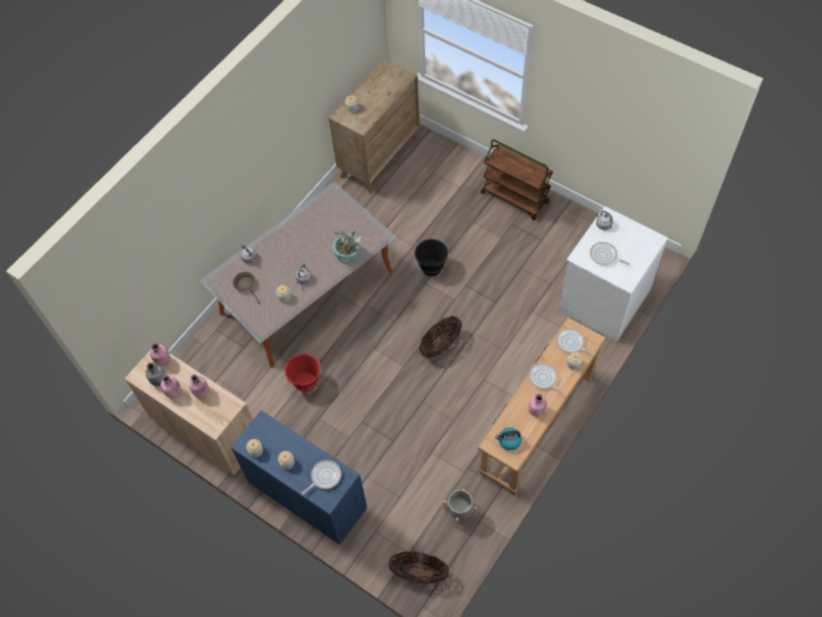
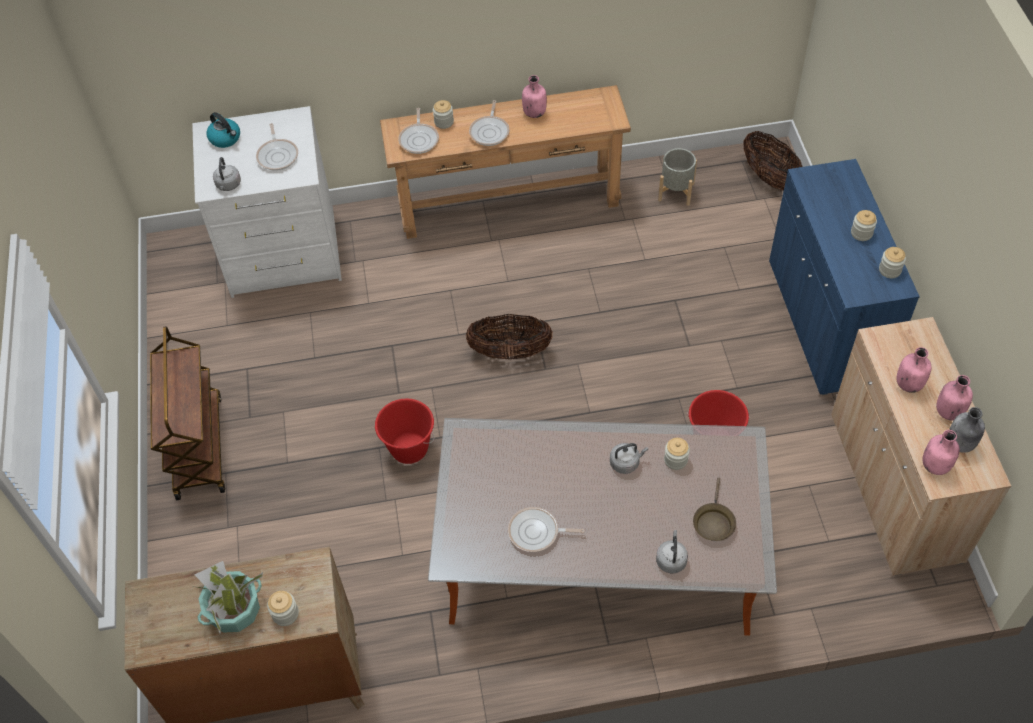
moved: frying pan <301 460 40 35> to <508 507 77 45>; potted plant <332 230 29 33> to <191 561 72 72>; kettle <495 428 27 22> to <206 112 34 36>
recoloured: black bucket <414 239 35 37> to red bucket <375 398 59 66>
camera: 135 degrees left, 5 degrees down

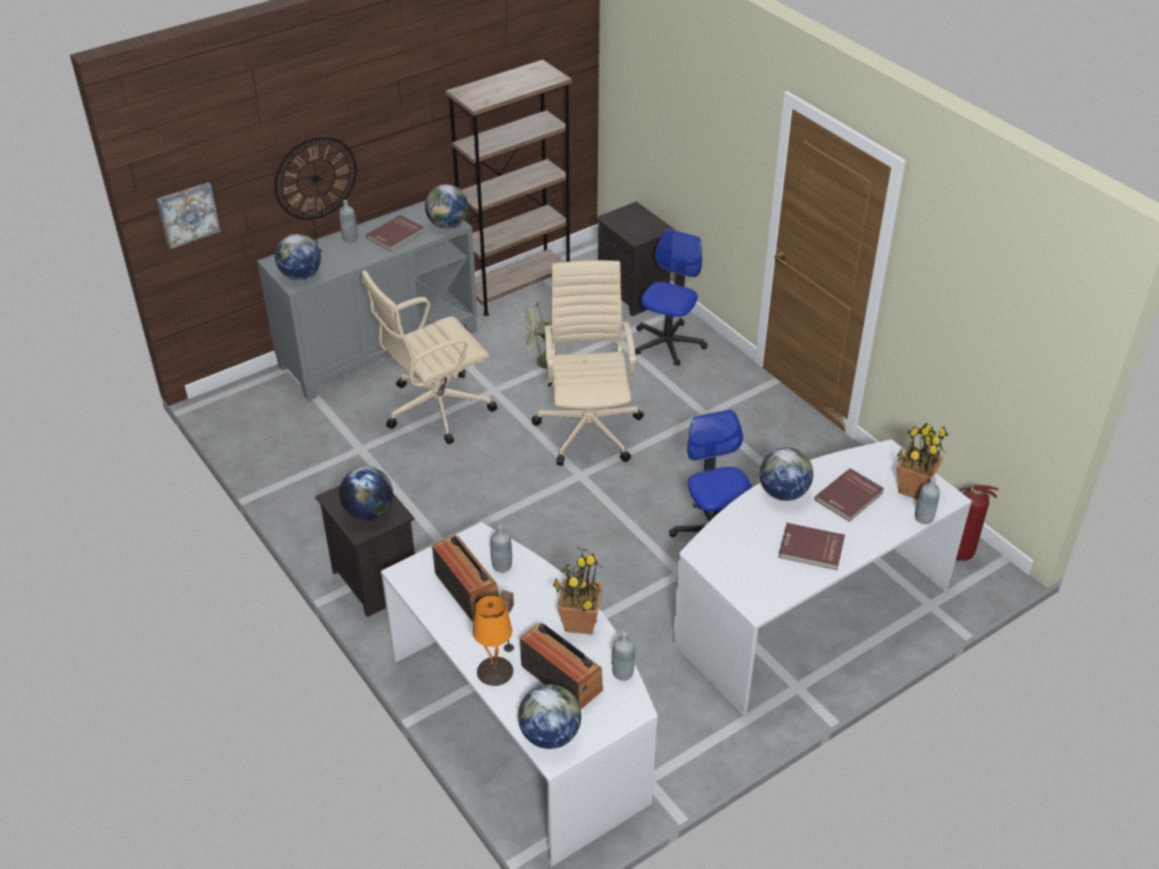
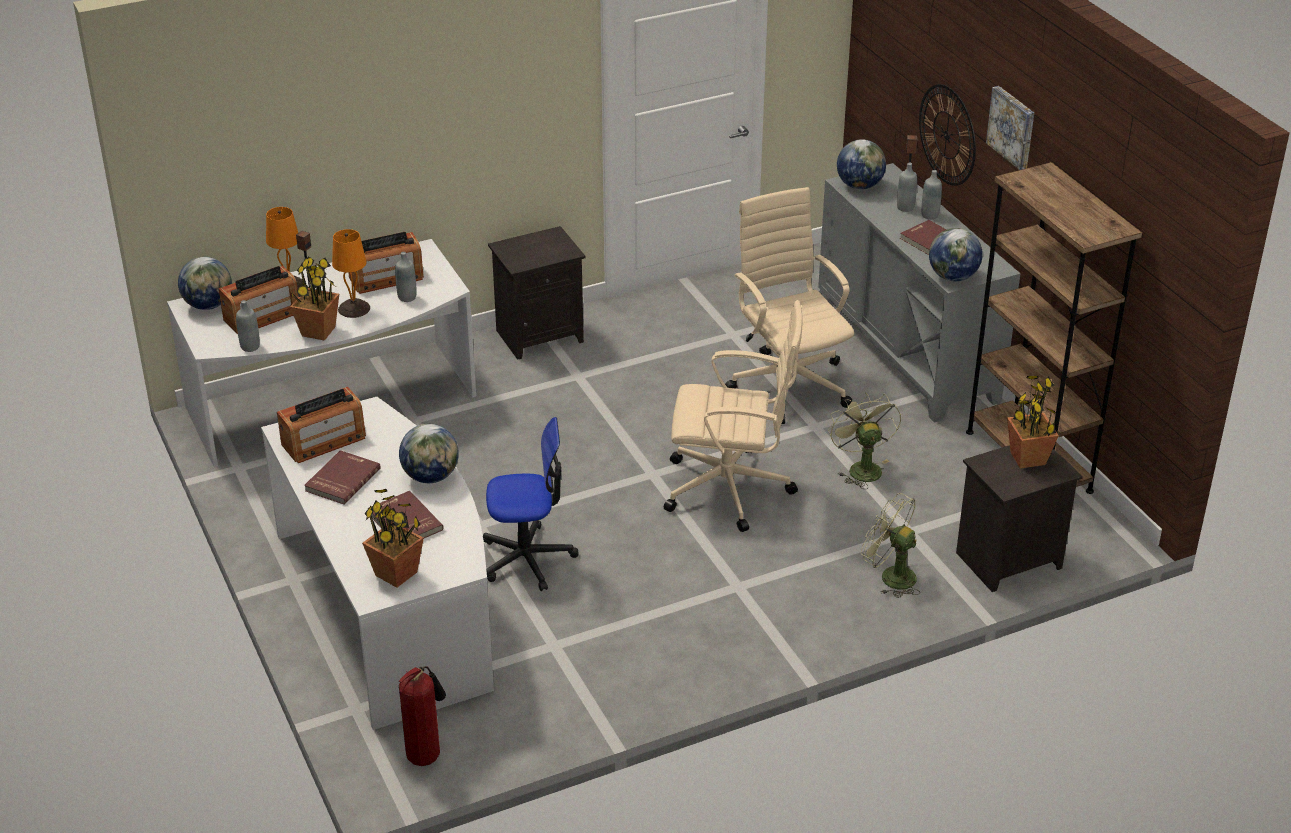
removed: globe <339 466 54 54>
added: radio <277 387 89 76>; orange table lamp <332 229 38 89>; potted plant <1007 376 52 92>
moved: picture <156 182 65 67> to <986 86 48 84>; grey bottle <915 477 25 47> to <897 162 20 50>
replaced: office chair <635 229 72 137> to green fan <861 493 59 105>
camera: 100 degrees right, 5 degrees down

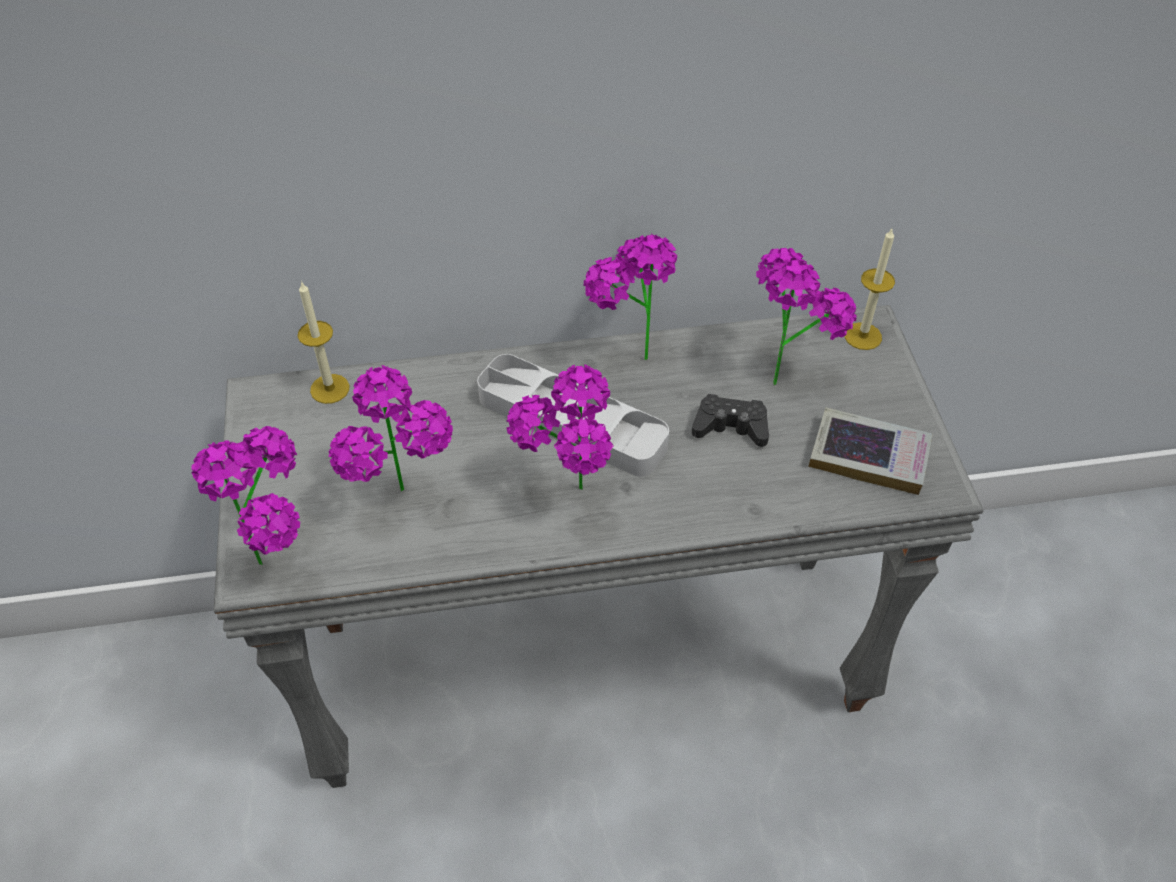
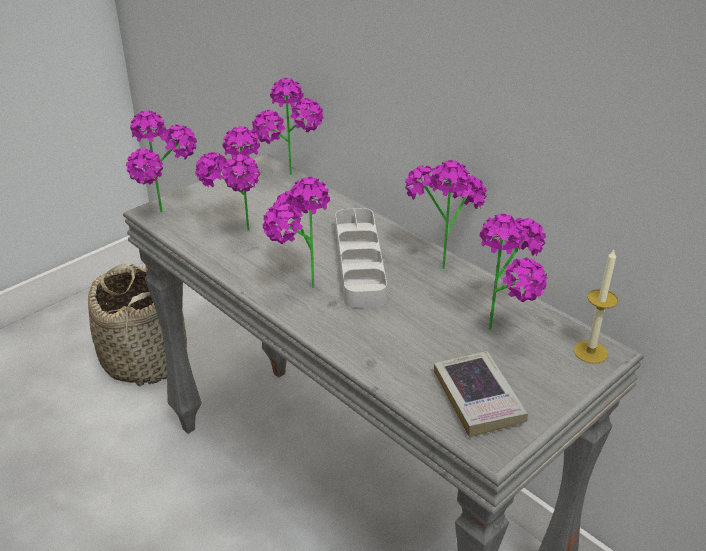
removed: black game controller <692 394 77 53>
added: basket <88 263 99 124>
replaced: candle <298 281 52 123> to potted plant <252 78 72 97>
camera: 55 degrees right, 15 degrees down

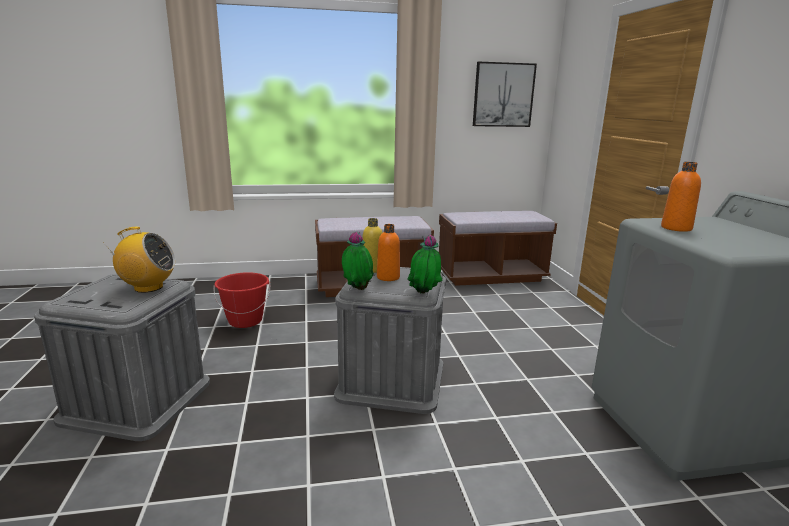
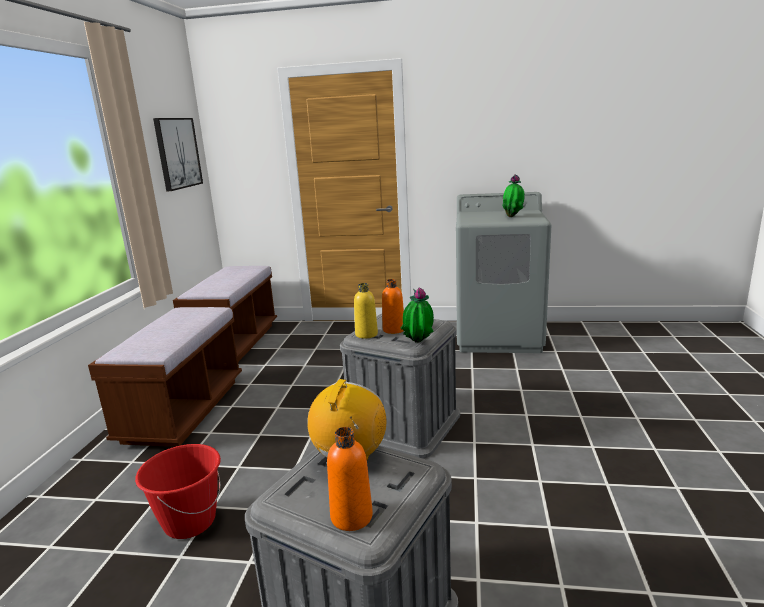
moved: potted plant <407 234 36 59> to <502 174 23 43>; orange bottle <661 162 40 70> to <327 427 46 104>
camera: 70 degrees left, 0 degrees up

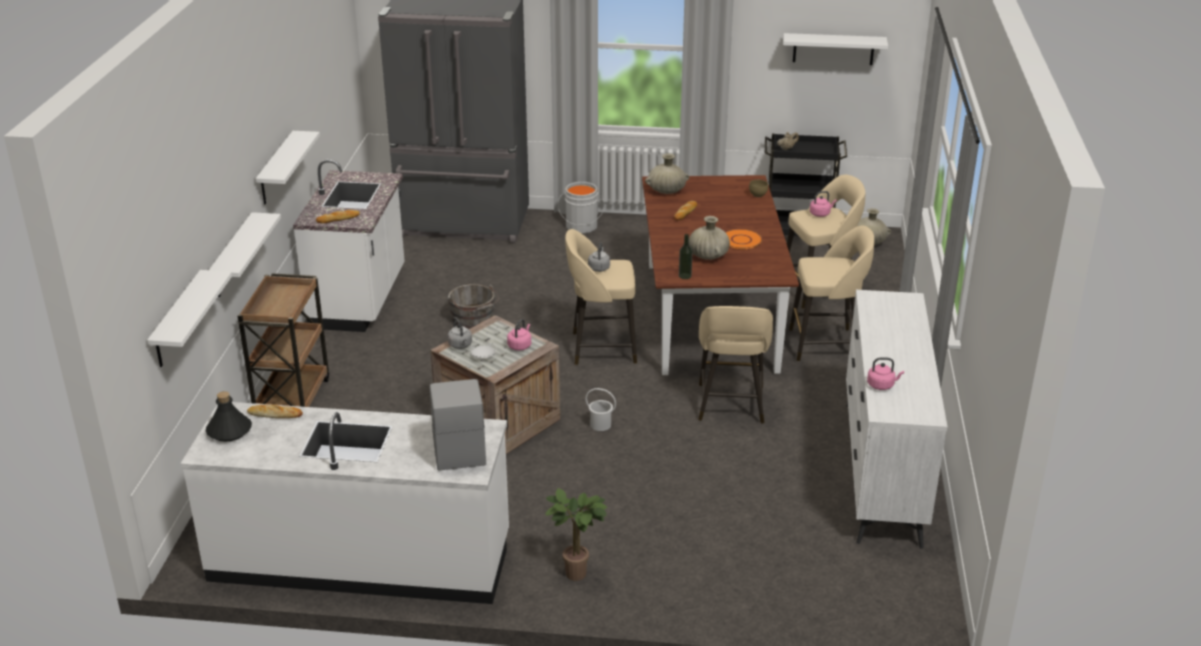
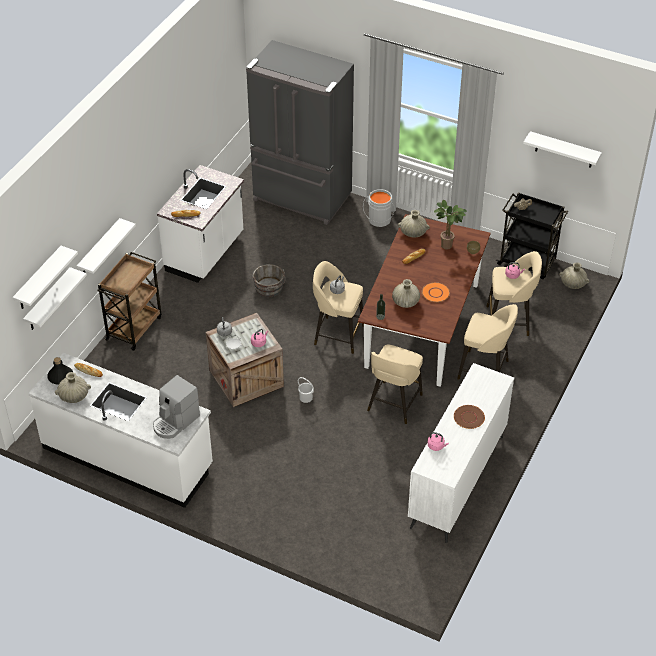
added: beige vase <55 372 36 31>; brown plate <454 405 31 24>
moved: white shelf <256 131 64 73> to <12 246 66 63>; potted plant <546 488 61 93> to <434 200 33 50>
turned: coffee machine <430 379 56 92> = <153 375 47 64> 150 degrees counterclockwise
camera: 20 degrees right, 15 degrees up

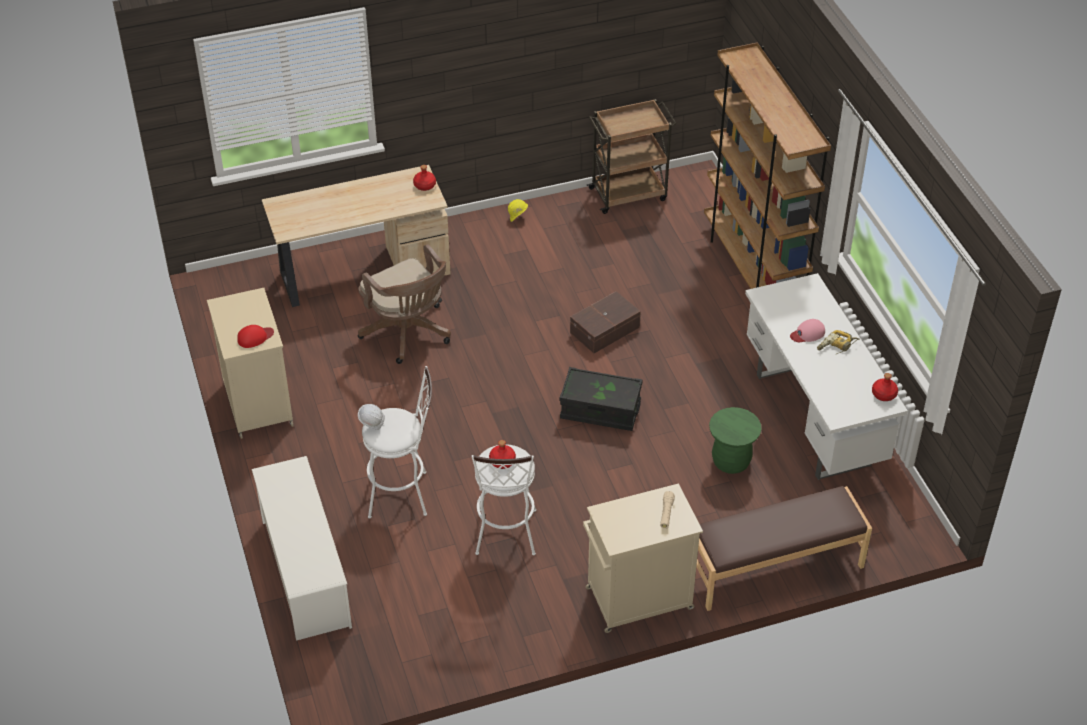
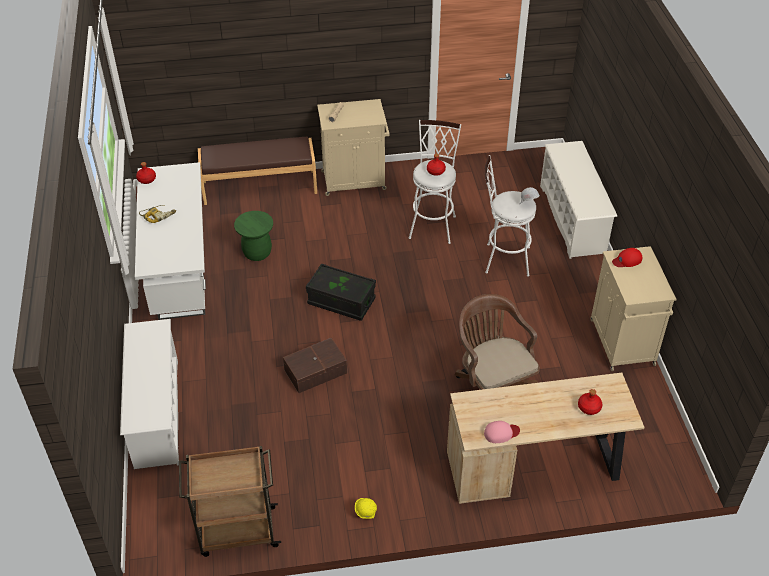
moved: red bottle <413 165 23 26> to <578 389 24 26>; pink cap <790 319 35 23> to <484 421 36 22>
replaced: brown bookcase <704 42 127 247> to white shoe rack <120 319 59 150>
camera: 170 degrees left, 0 degrees up

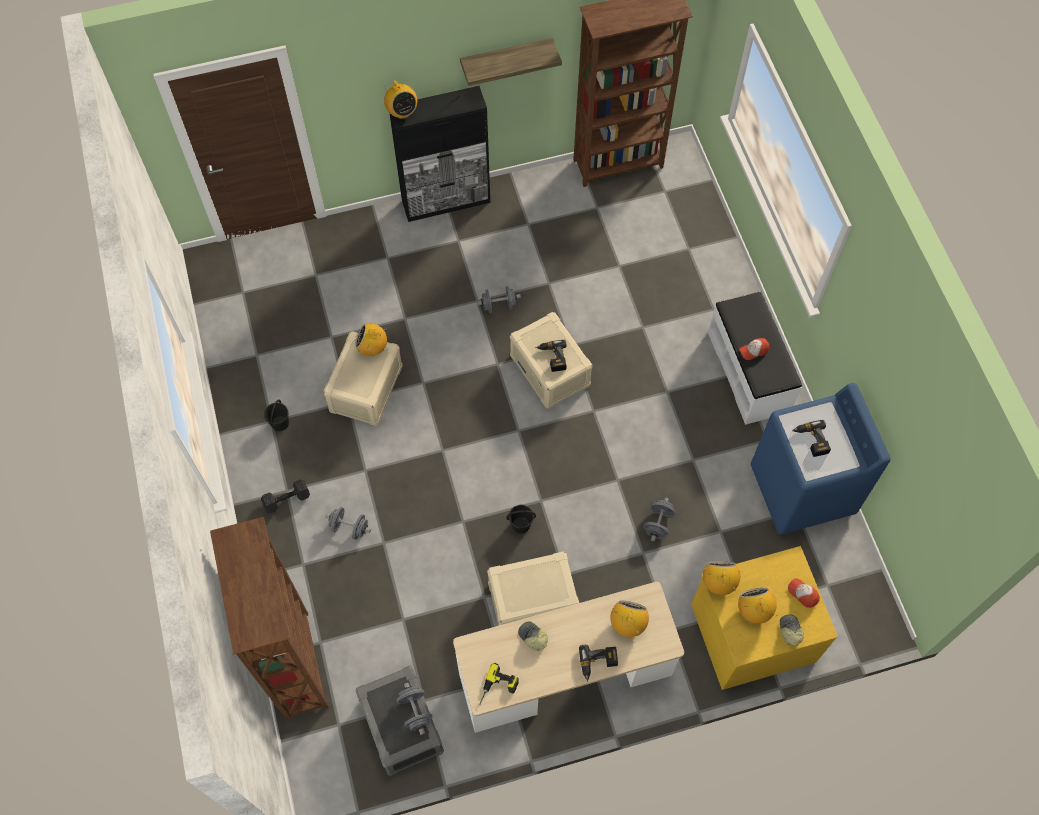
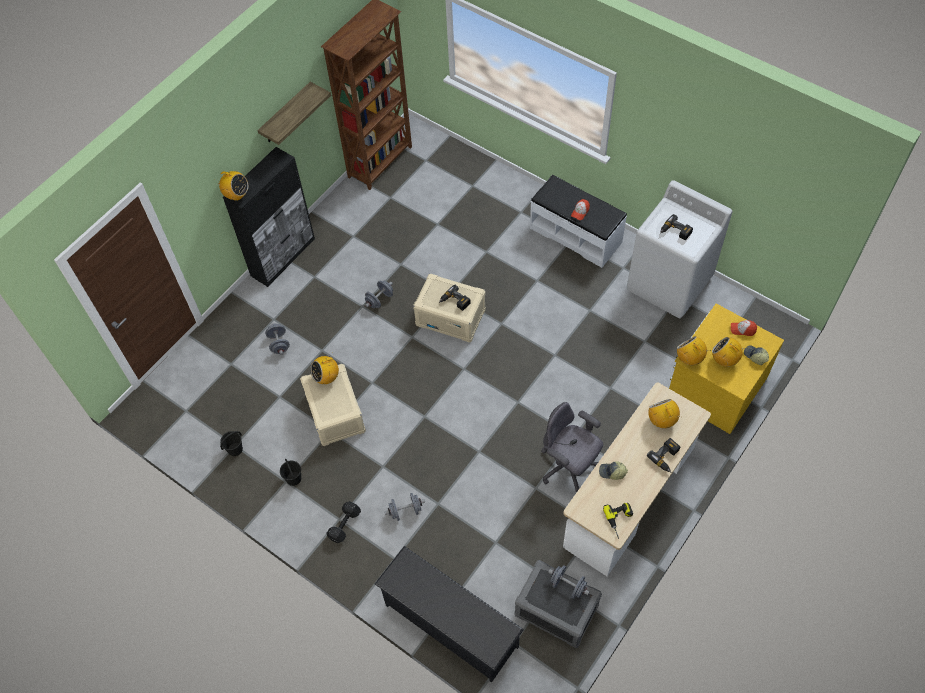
moved: black bucket <506 505 30 29> to <220 431 23 25>; grey dumbbell <644 497 32 45> to <265 323 25 32>
replaced: brown bookcase <210 517 119 203> to black shoe rack <375 546 149 137>; beige storage box <487 551 92 75> to grey office chair <541 402 62 90>
recoloured: blue washing machine <751 383 140 152> to white washing machine <627 180 106 138>
camera: 35 degrees left, 5 degrees down

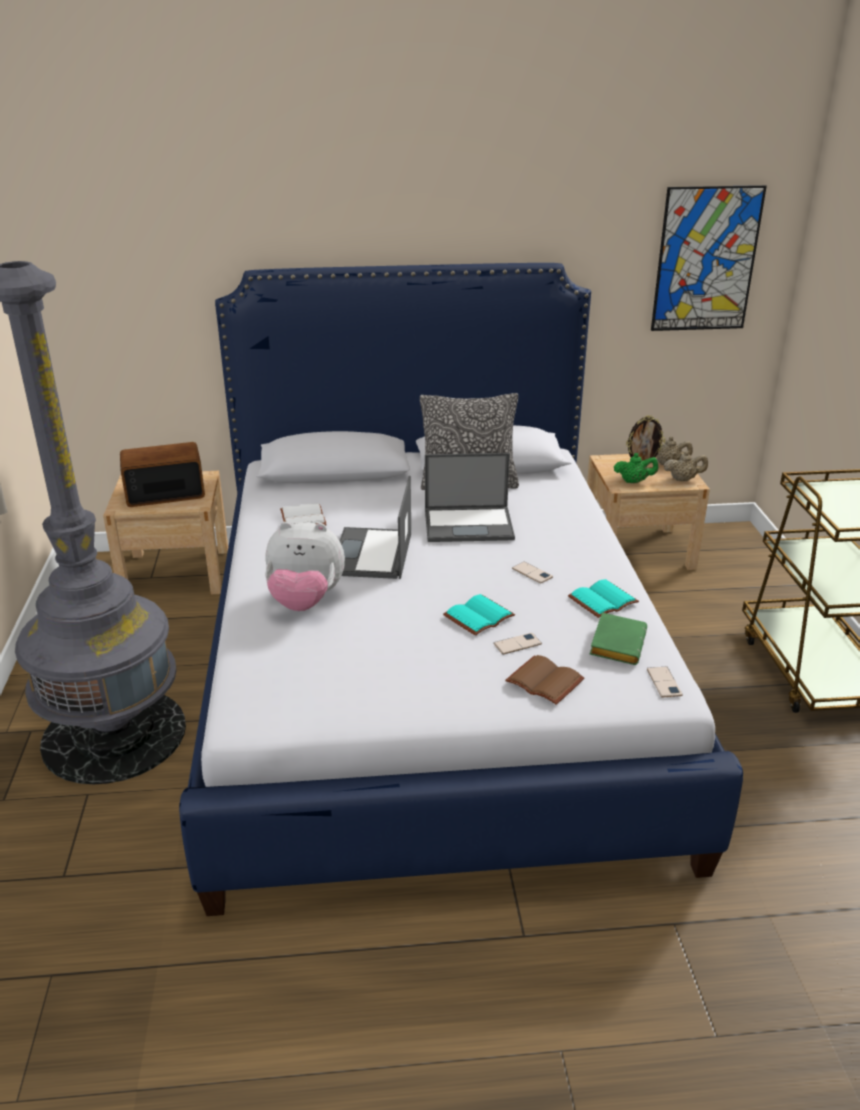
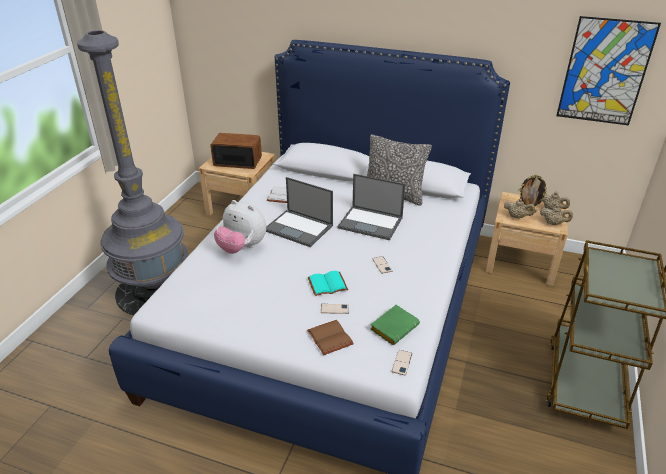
removed: turquoise book <568 579 71 39>
recoloured: green teapot <614 453 45 30> to beige teapot <504 199 31 20>
turned: laptop <339 476 72 103> = <266 177 67 70> 90 degrees counterclockwise
camera: 25 degrees right, 5 degrees up

